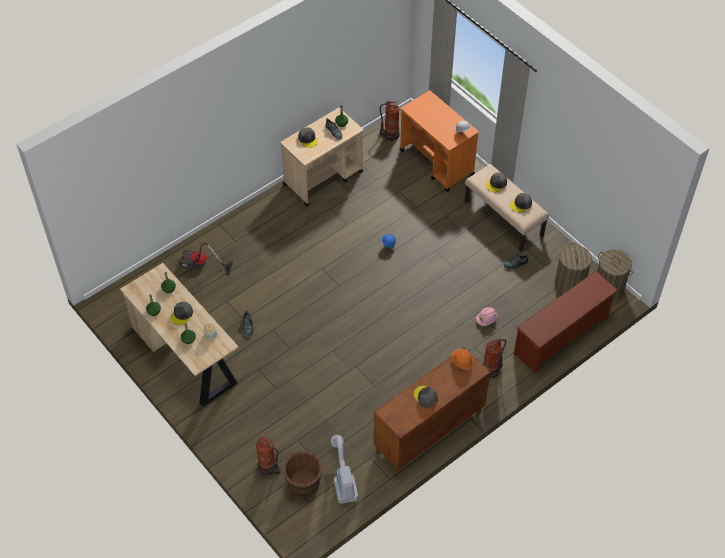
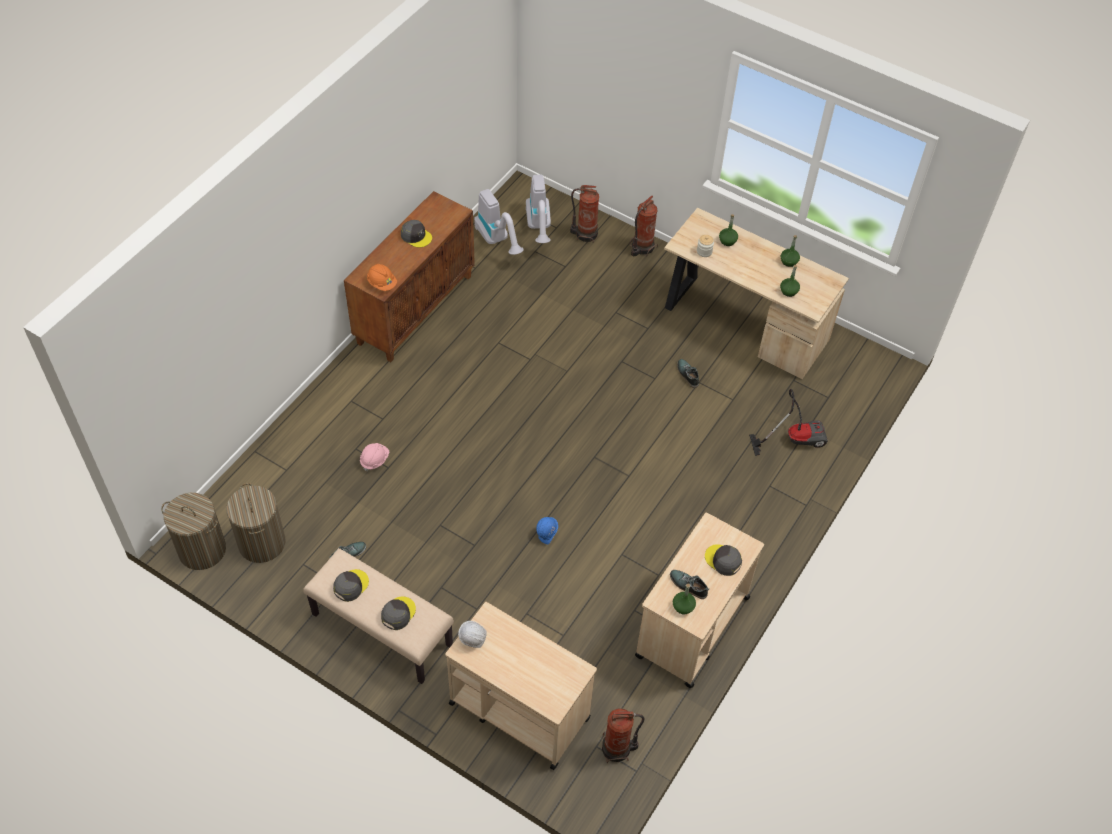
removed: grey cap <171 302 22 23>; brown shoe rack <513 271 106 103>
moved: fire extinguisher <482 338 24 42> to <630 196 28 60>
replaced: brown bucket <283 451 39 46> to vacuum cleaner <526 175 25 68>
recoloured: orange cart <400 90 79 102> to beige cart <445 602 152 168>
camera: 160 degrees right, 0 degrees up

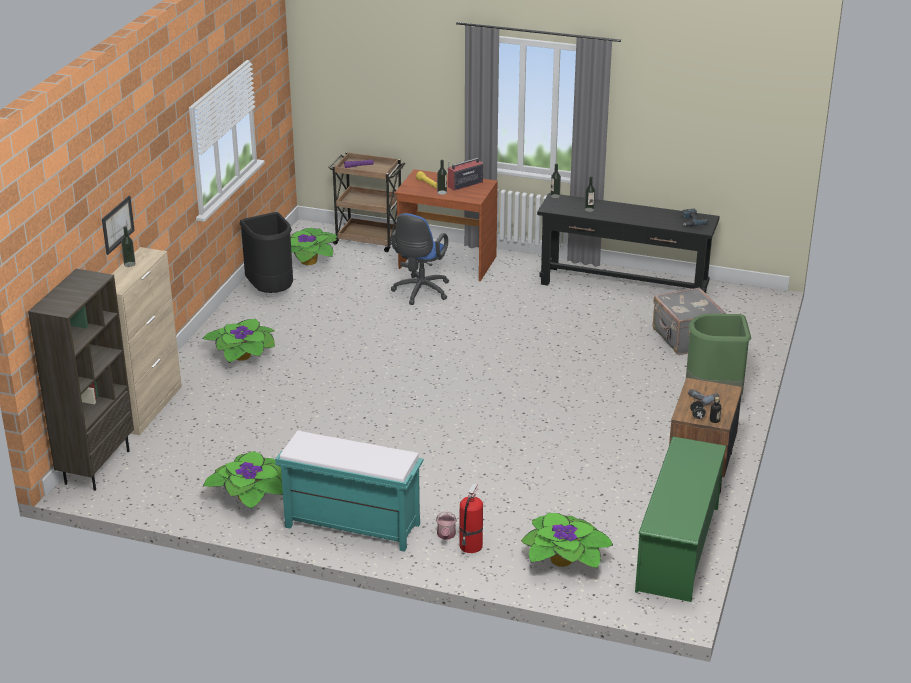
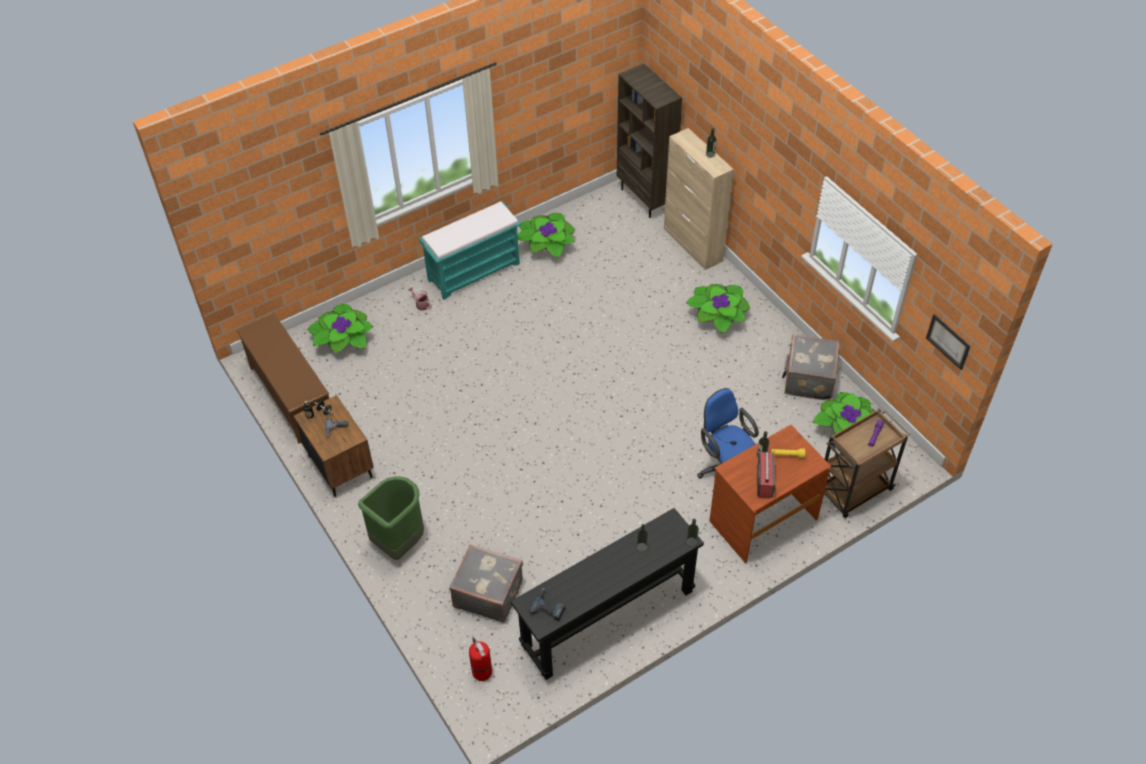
moved: picture <102 196 33 59> to <926 314 44 56>; fire extinguisher <459 483 24 70> to <469 637 23 44>
replaced: black trash can <240 212 53 81> to grey suitcase <782 334 58 67>
recoloured: green shoe rack <635 437 92 165> to brown shoe rack <236 313 93 130>
camera: 130 degrees right, 20 degrees up

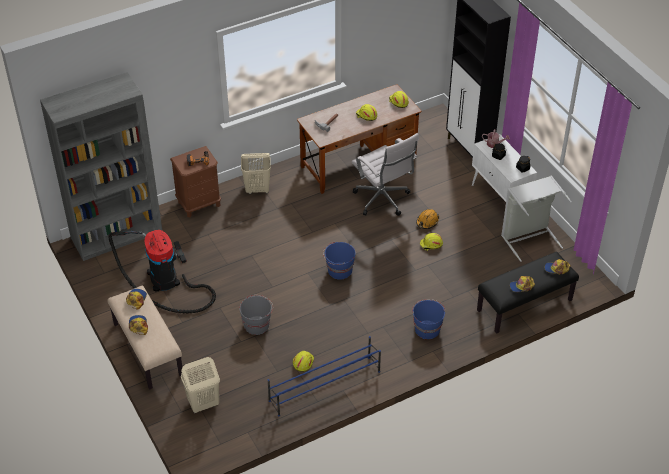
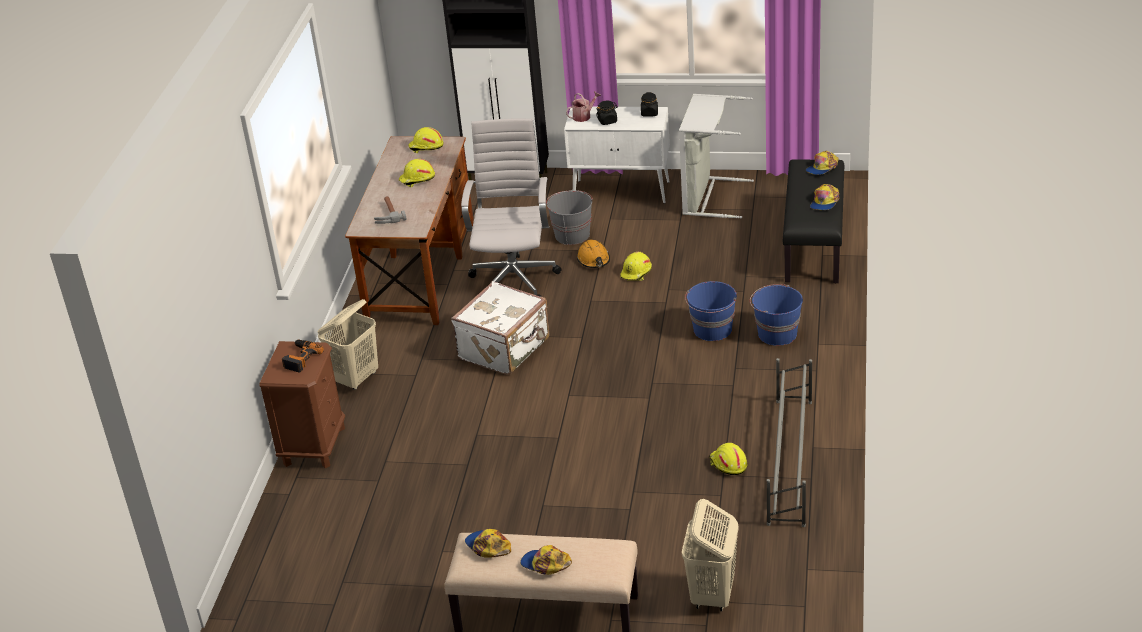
removed: grey bookcase <40 72 122 189>; vacuum cleaner <109 230 107 83>
added: white suitcase <451 281 99 94>
moved: grey bucket <239 295 34 40> to <546 190 47 55>; blue bucket <323 242 32 38> to <685 281 52 60>
recoloured: blue shoe rack <268 336 113 81> to grey shoe rack <767 358 45 169>
turned: white office chair <351 133 68 83> = <461 119 101 178> 90 degrees counterclockwise
camera: 50 degrees left, 10 degrees down

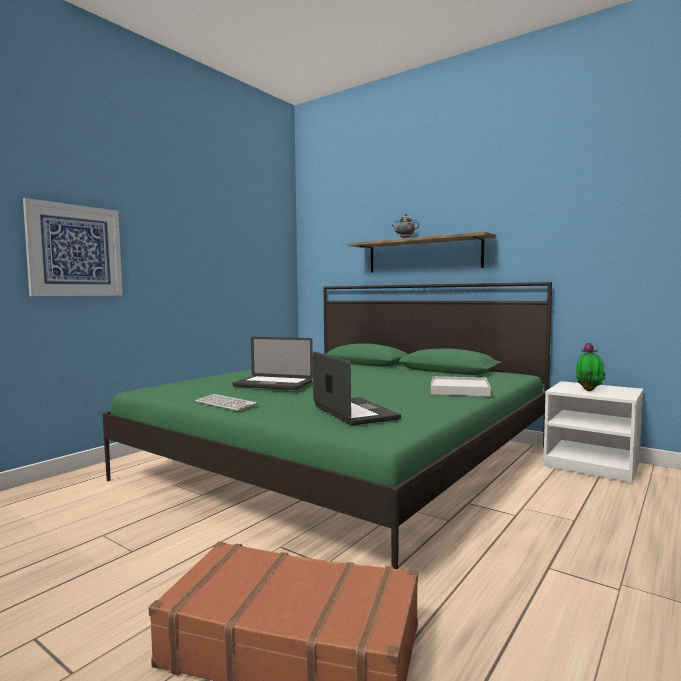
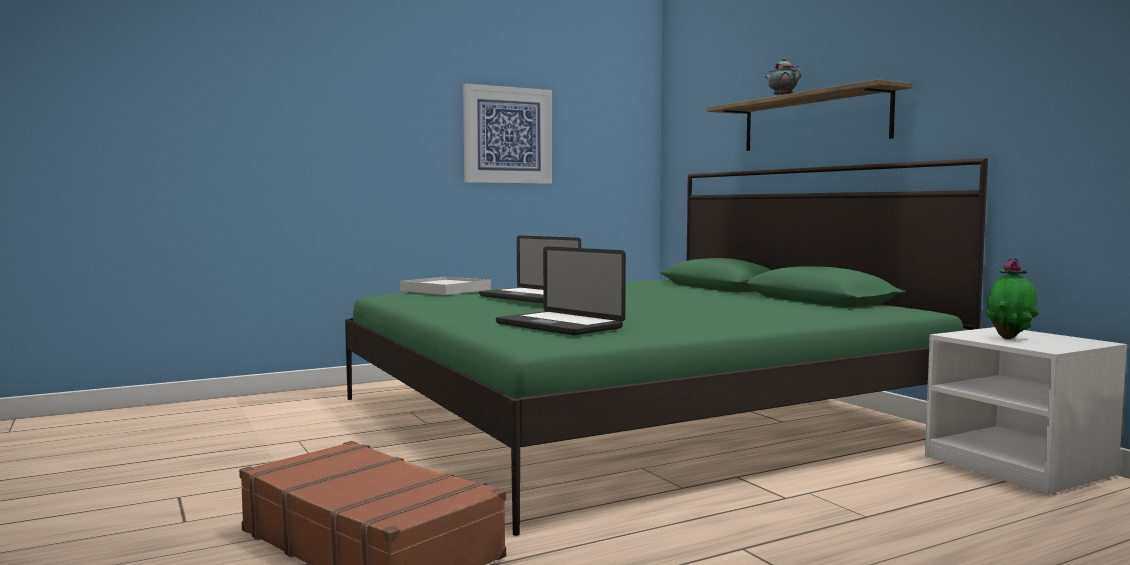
removed: keyboard <195 394 62 17>
moved: picture <23 198 100 98> to <463 83 89 101>; white tray <431 376 60 20> to <400 277 91 18>
turned: laptop <313 351 88 75> = <496 246 130 89> 135 degrees clockwise
camera: 25 degrees right, 0 degrees up

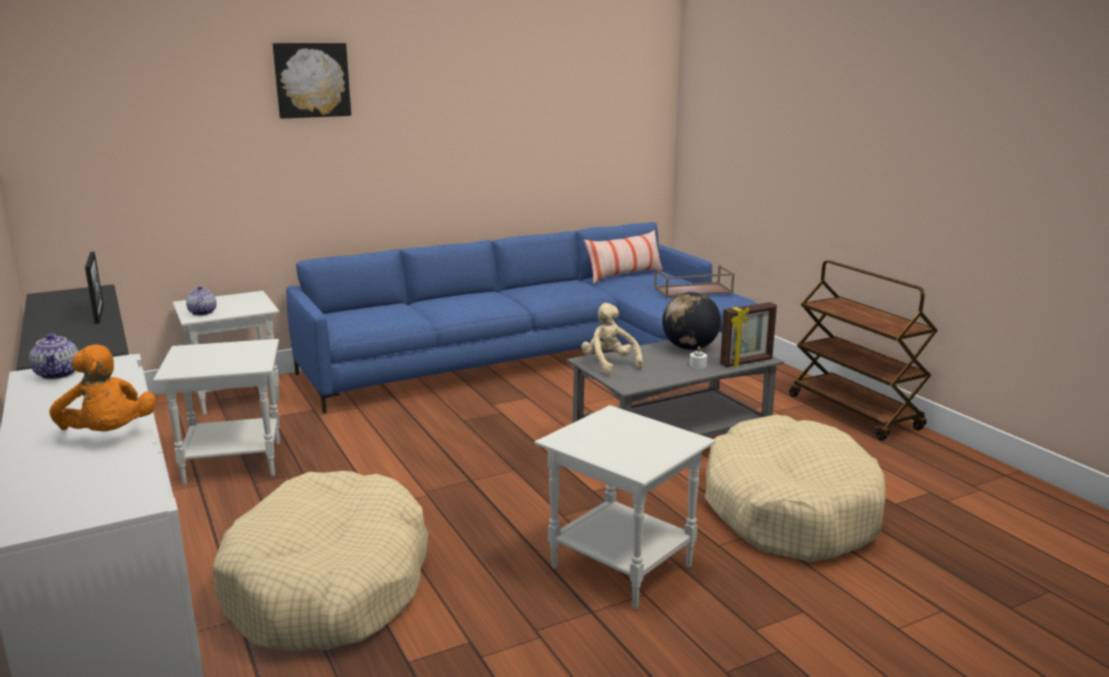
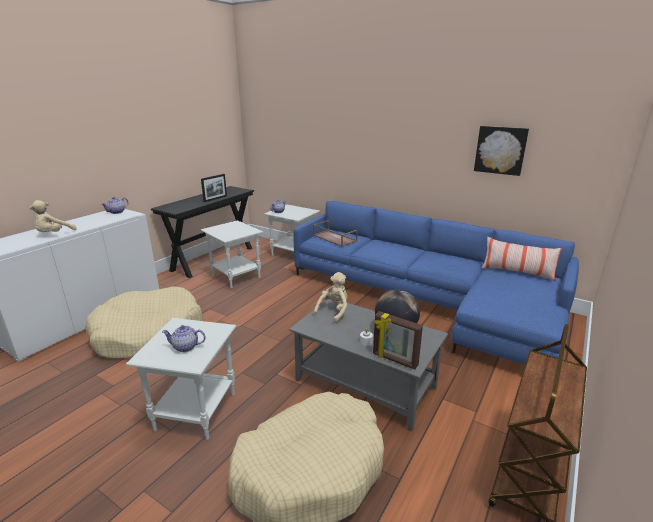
added: teapot <162 325 44 27>
moved: picture <272 43 79 76> to <474 126 55 50>; brown tray <654 265 81 32> to <313 220 45 27>
recoloured: orange plush toy <50 345 106 87> to beige plush toy <29 200 48 32>
camera: 60 degrees right, 5 degrees up

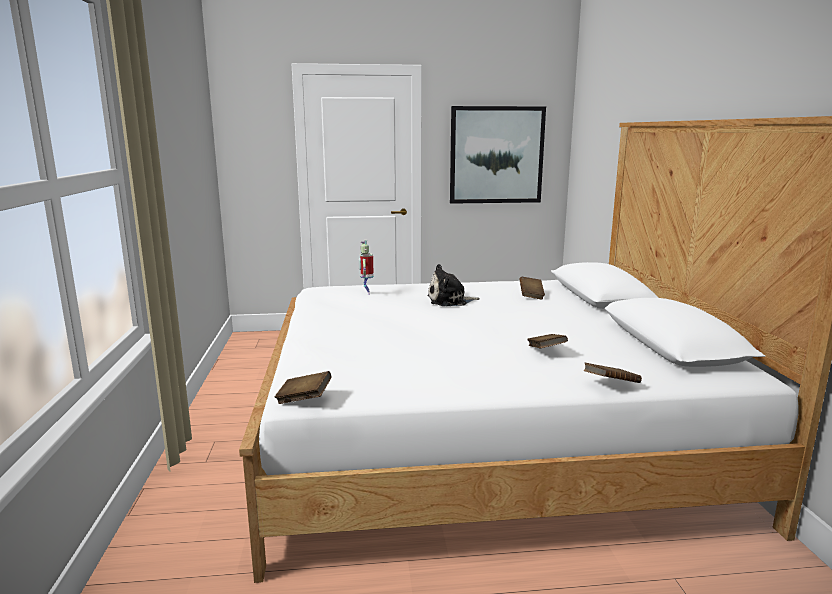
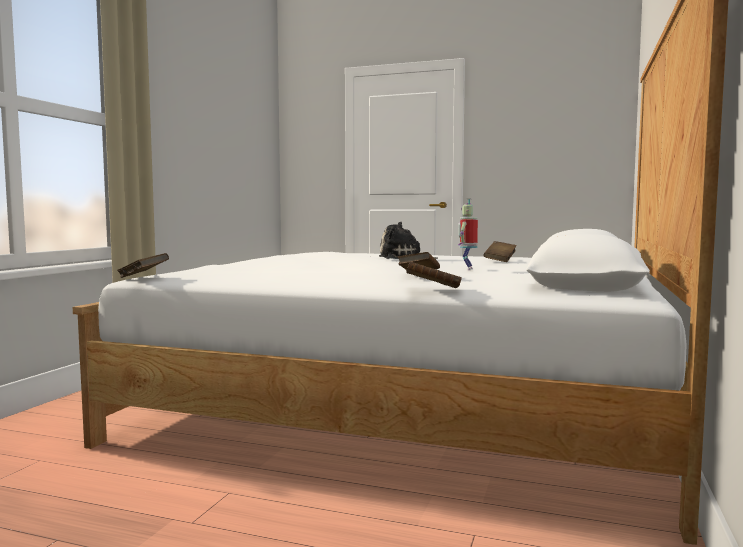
removed: picture <450 106 96 98>
moved: toy robot <358 240 16 55> to <458 198 20 72>
camera: 25 degrees right, 10 degrees down

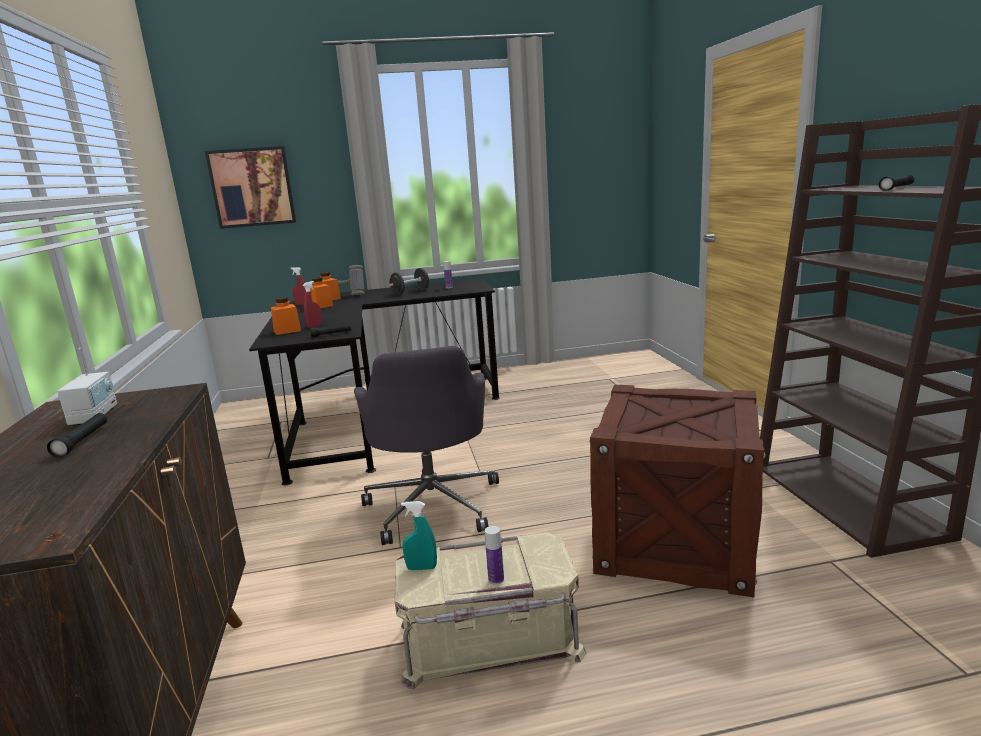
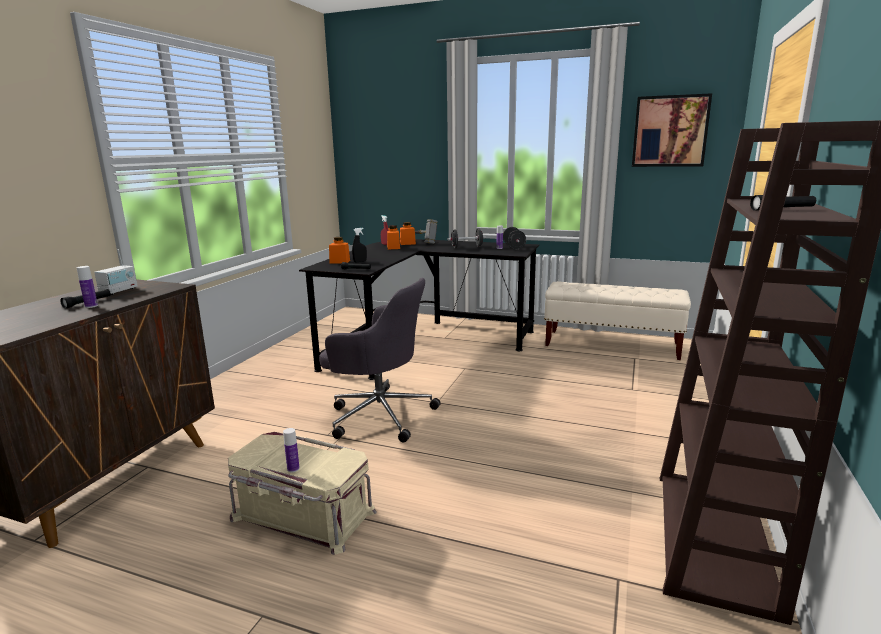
removed: turquoise spray bottle <401 501 36 69>; crate <589 385 177 212>
added: bottle <77 266 21 42>; black dumbbell <503 227 23 22>; beige bench <544 282 147 78>
moved: picture <205 146 91 83> to <632 93 80 74>
recoloured: red spray bottle <303 281 19 47> to black spray bottle <352 228 15 34>
turned: grey office chair <354 346 145 199> = <319 278 121 165> 90 degrees counterclockwise
camera: 30 degrees right, 0 degrees up

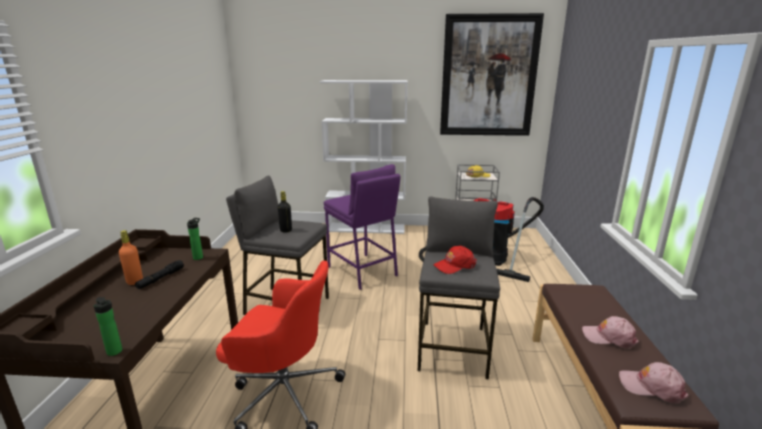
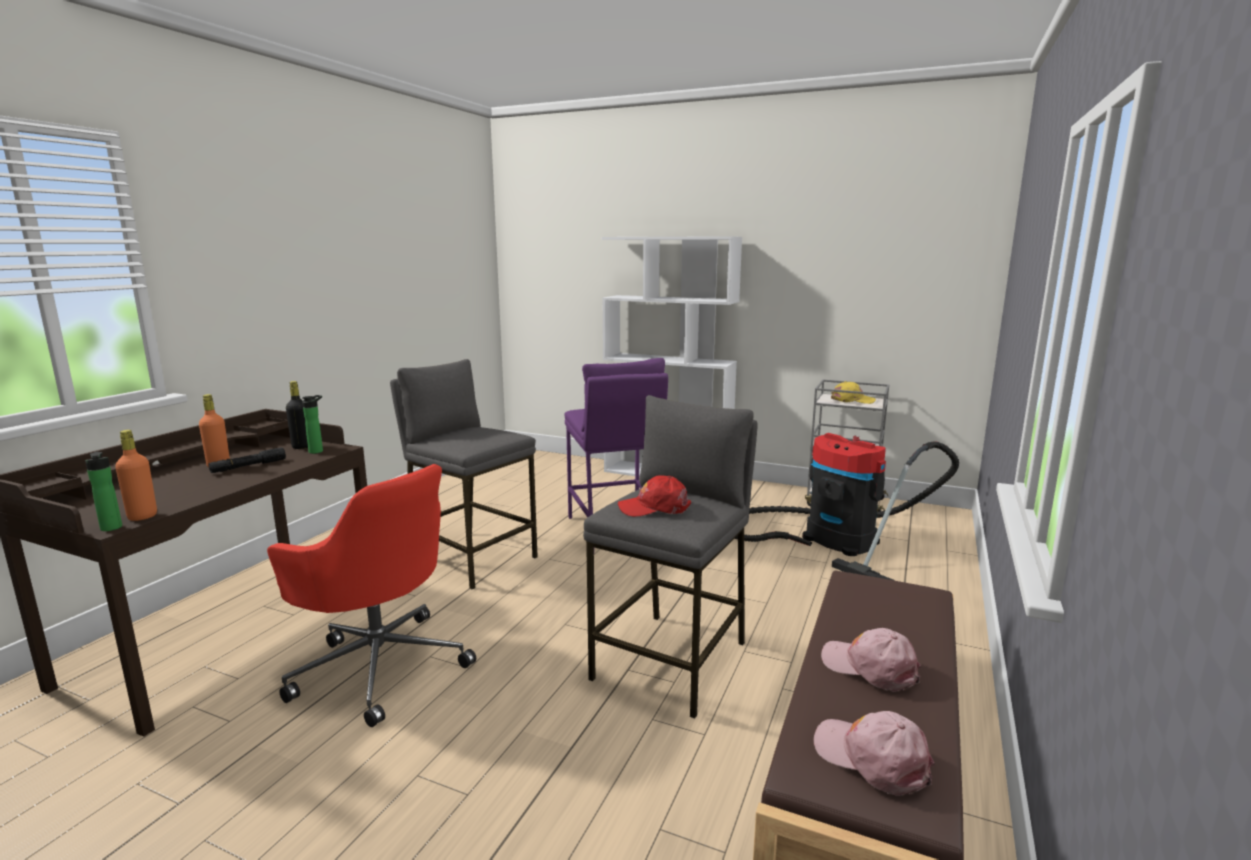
removed: picture <440 13 104 123>
added: orange bottle <115 430 42 91>
moved: black bottle <278 191 14 41> to <286 381 22 68>
camera: 20 degrees right, 5 degrees down

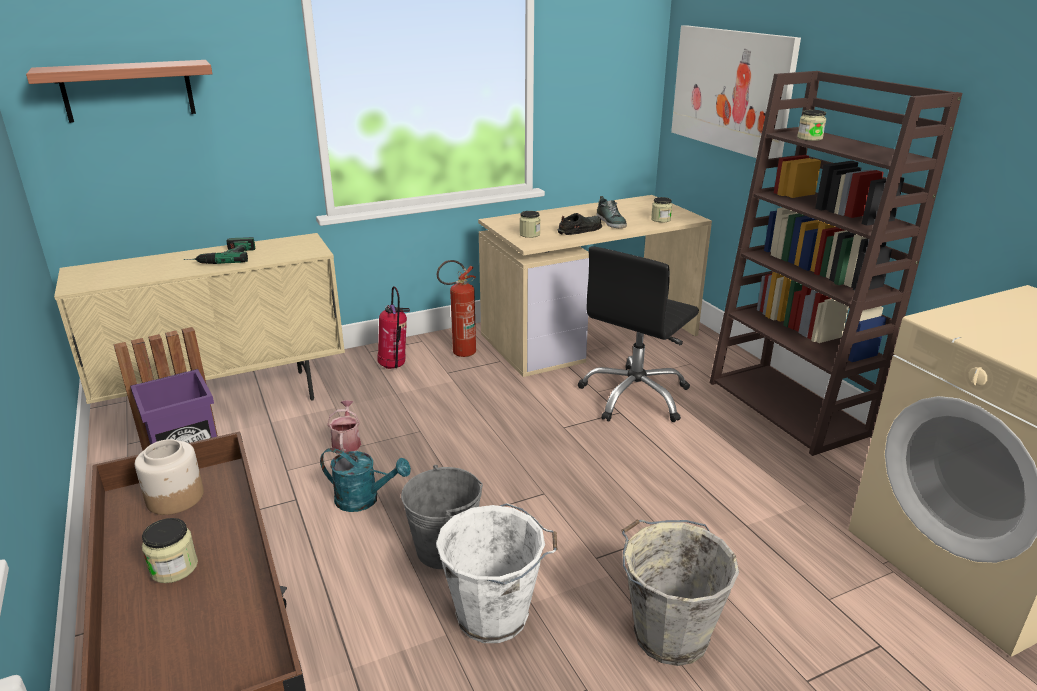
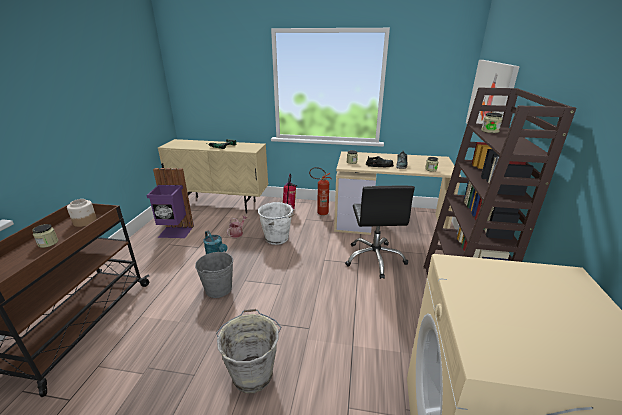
removed: shelf <26 60 186 63>
moved: white bucket <436 503 121 140> to <258 202 37 43>
turned: black office chair <578 246 121 176> = <345 186 70 93> 75 degrees counterclockwise
camera: 35 degrees right, 0 degrees up

